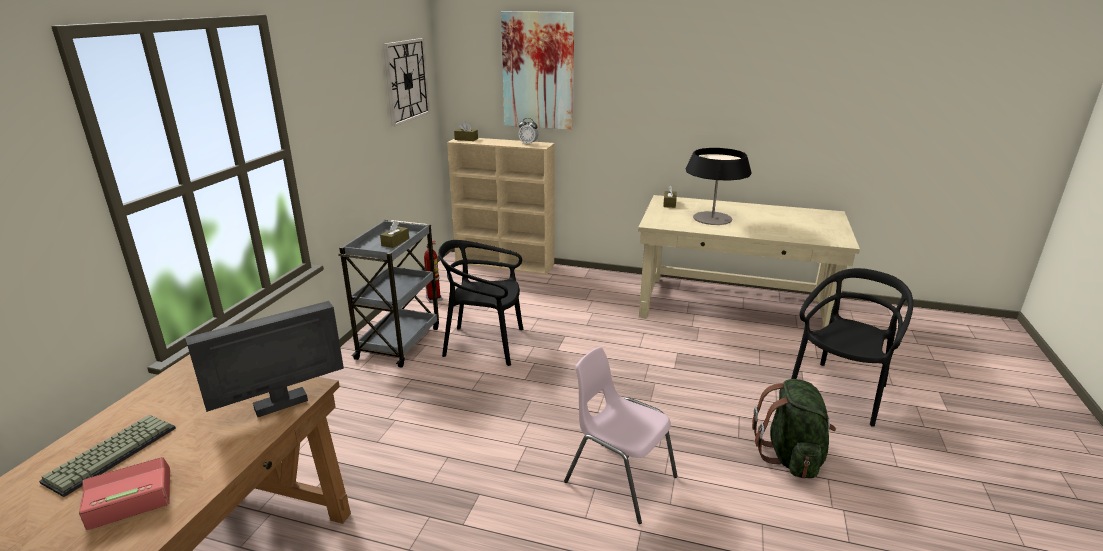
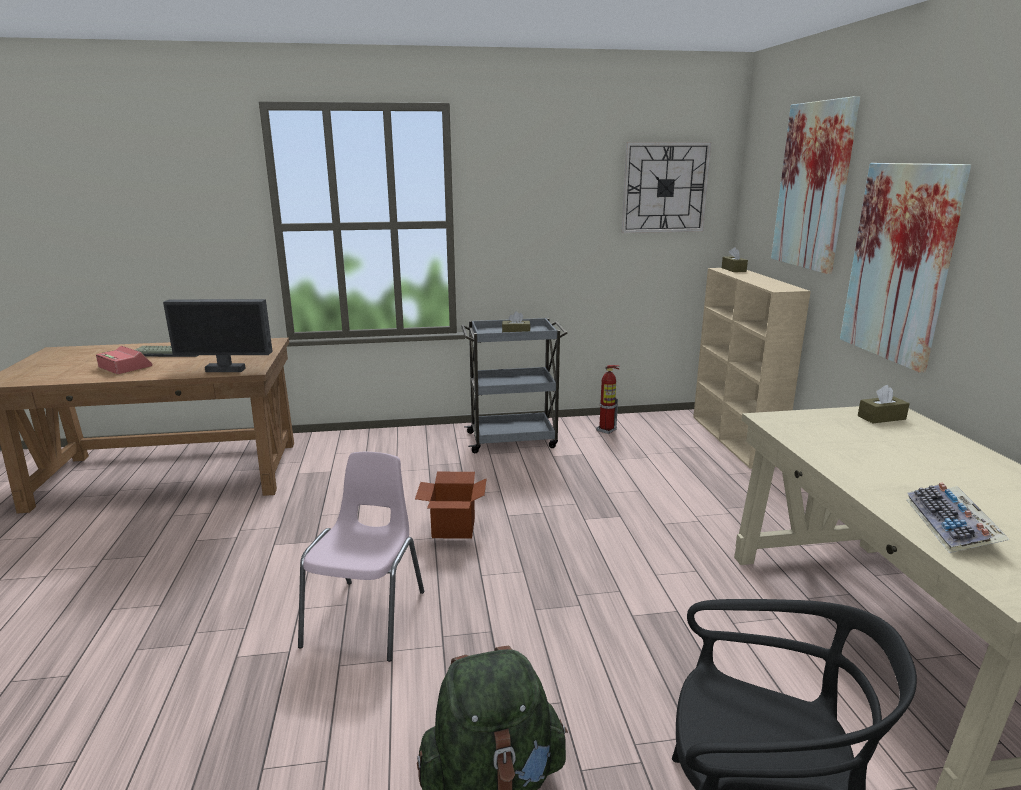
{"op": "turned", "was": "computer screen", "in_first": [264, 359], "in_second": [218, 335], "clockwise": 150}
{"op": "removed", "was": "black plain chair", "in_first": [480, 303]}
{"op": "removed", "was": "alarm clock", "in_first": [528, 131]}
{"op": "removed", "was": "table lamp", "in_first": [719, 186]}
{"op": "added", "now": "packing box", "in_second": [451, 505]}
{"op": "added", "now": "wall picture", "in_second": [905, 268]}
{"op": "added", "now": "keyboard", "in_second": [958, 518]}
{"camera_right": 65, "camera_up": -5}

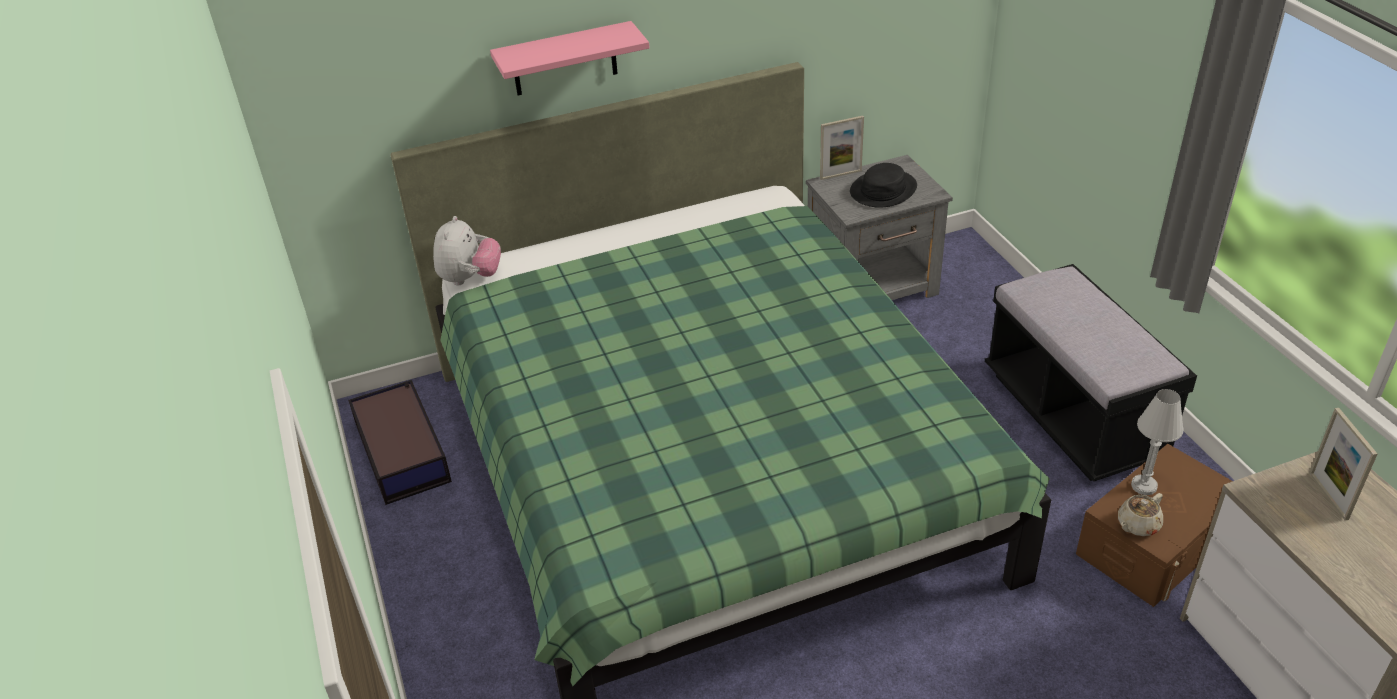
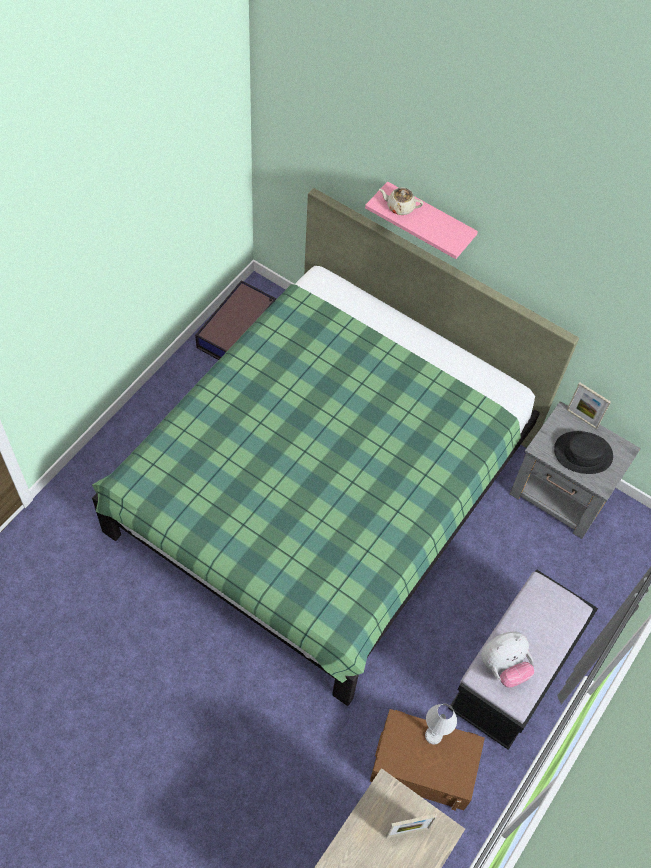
{"op": "moved", "was": "plush toy", "in_first": [467, 251], "in_second": [507, 660]}
{"op": "moved", "was": "beige-coloured pot for tea", "in_first": [1140, 514], "in_second": [401, 201]}
{"op": "turned", "was": "photo frame", "in_first": [1343, 464], "in_second": [411, 826], "clockwise": -150}
{"camera_right": 50, "camera_up": 20}

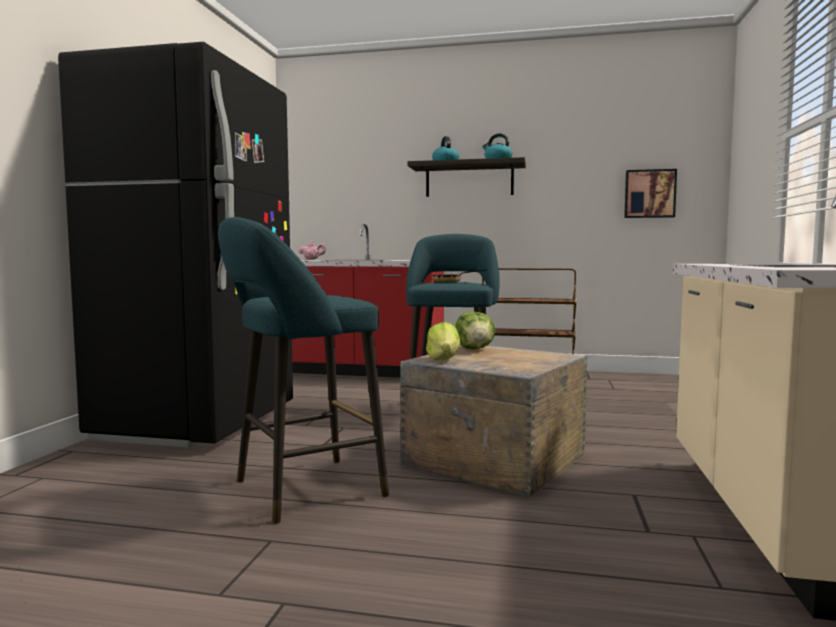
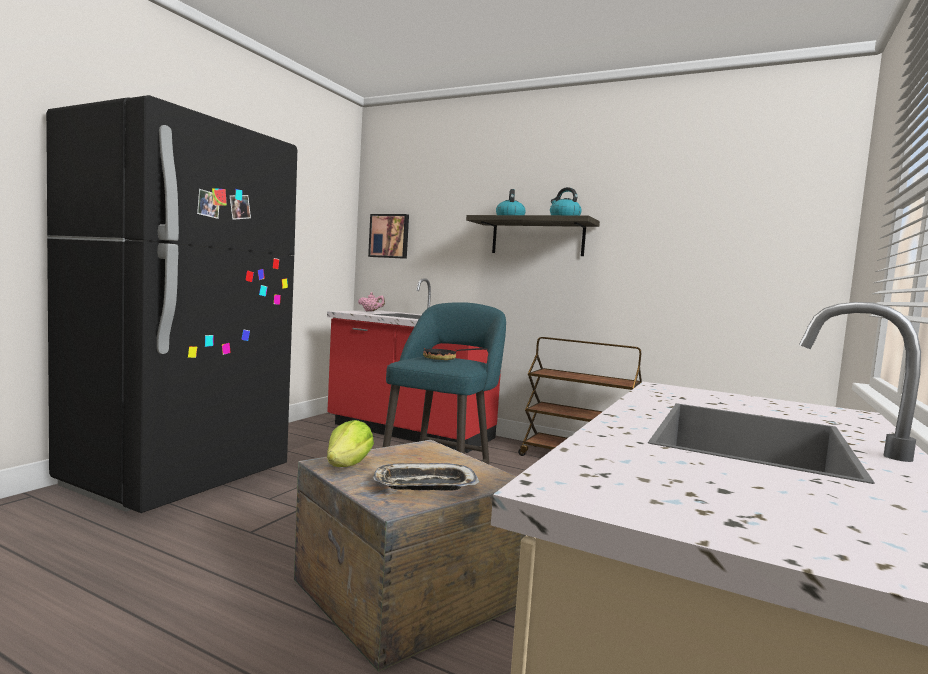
{"op": "removed", "was": "blue-green sitting stool", "in_first": [303, 370]}
{"op": "removed", "was": "lettuce", "in_first": [475, 331]}
{"op": "moved", "was": "wall picture", "in_first": [650, 193], "in_second": [388, 236]}
{"op": "added", "now": "tray", "in_second": [425, 476]}
{"camera_right": 15, "camera_up": 0}

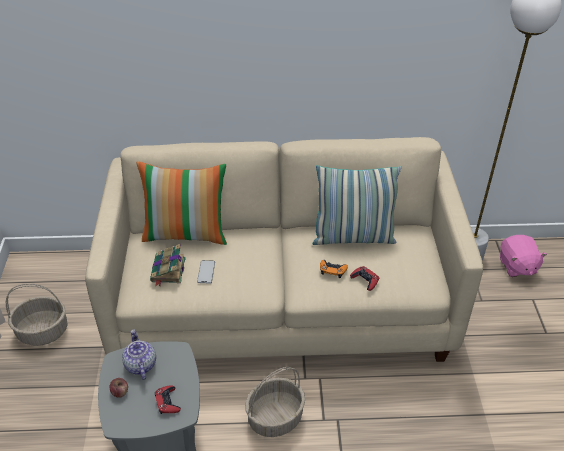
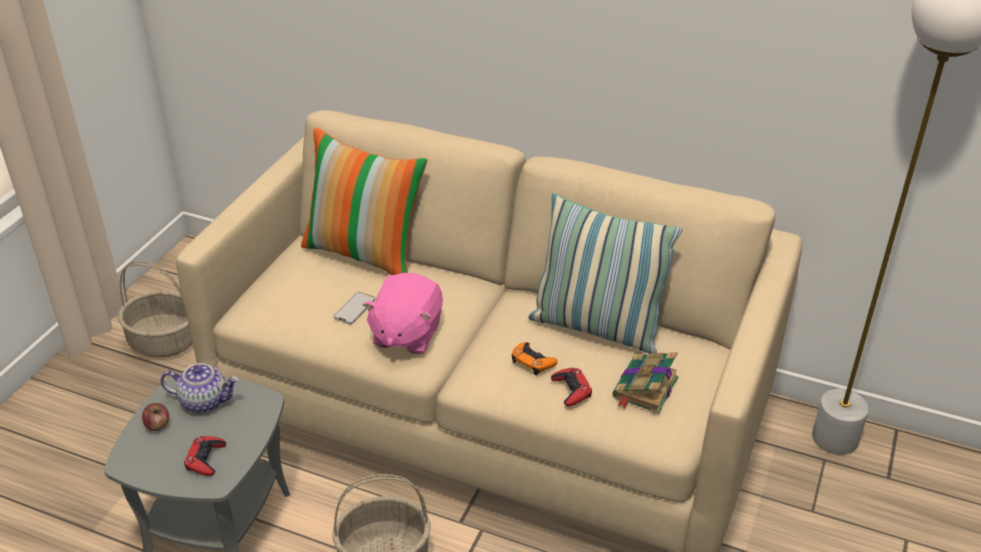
{"op": "turned", "was": "pot for tea", "in_first": [139, 355], "in_second": [200, 388], "clockwise": 90}
{"op": "moved", "was": "bound book", "in_first": [168, 265], "in_second": [645, 383]}
{"op": "moved", "was": "pink plush toy", "in_first": [523, 256], "in_second": [402, 313]}
{"camera_right": 25, "camera_up": -5}

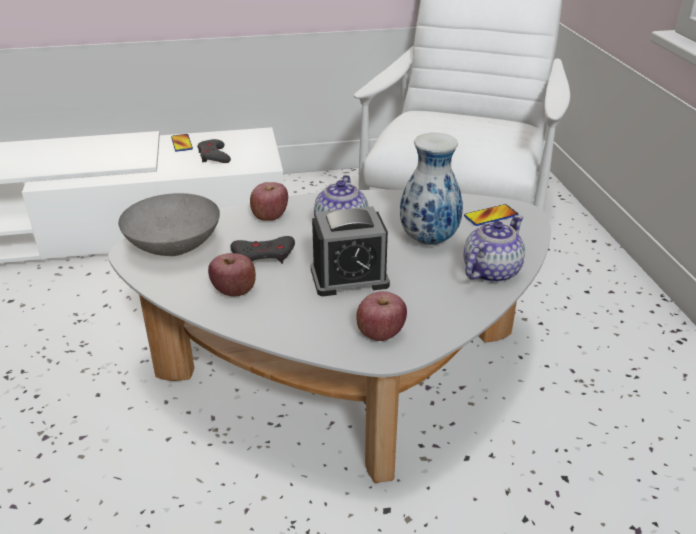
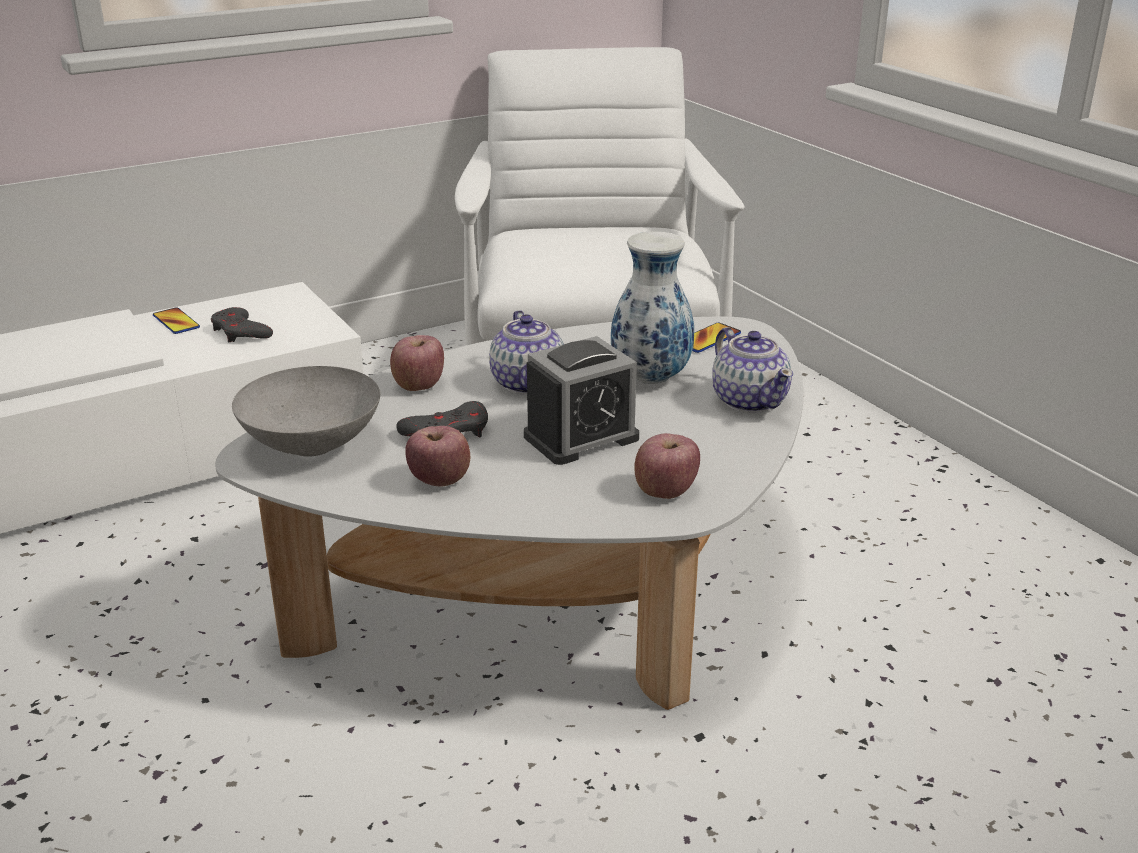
{"op": "turned", "was": "pot for tea", "in_first": [494, 249], "in_second": [752, 370], "clockwise": 135}
{"camera_right": -20, "camera_up": -5}

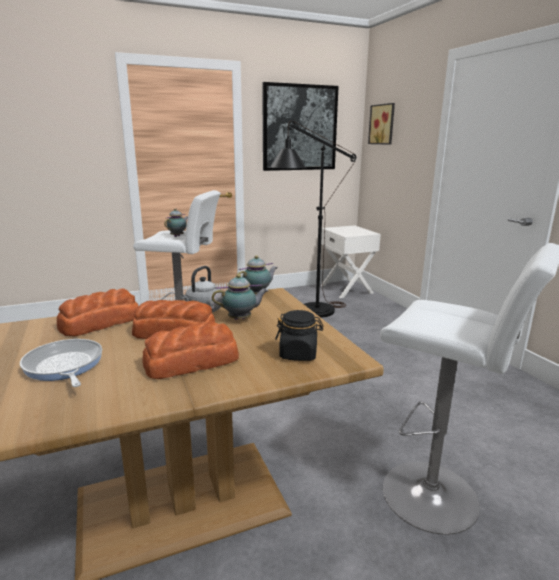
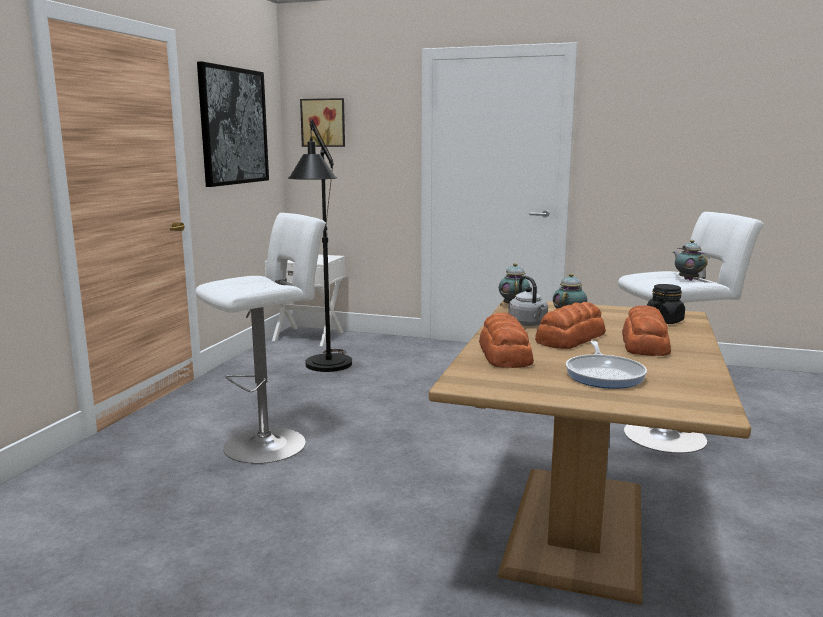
{"op": "turned", "was": "frying pan", "in_first": [61, 363], "in_second": [606, 365], "clockwise": -90}
{"op": "moved", "was": "pot for tea", "in_first": [176, 222], "in_second": [690, 260]}
{"camera_right": -50, "camera_up": -5}

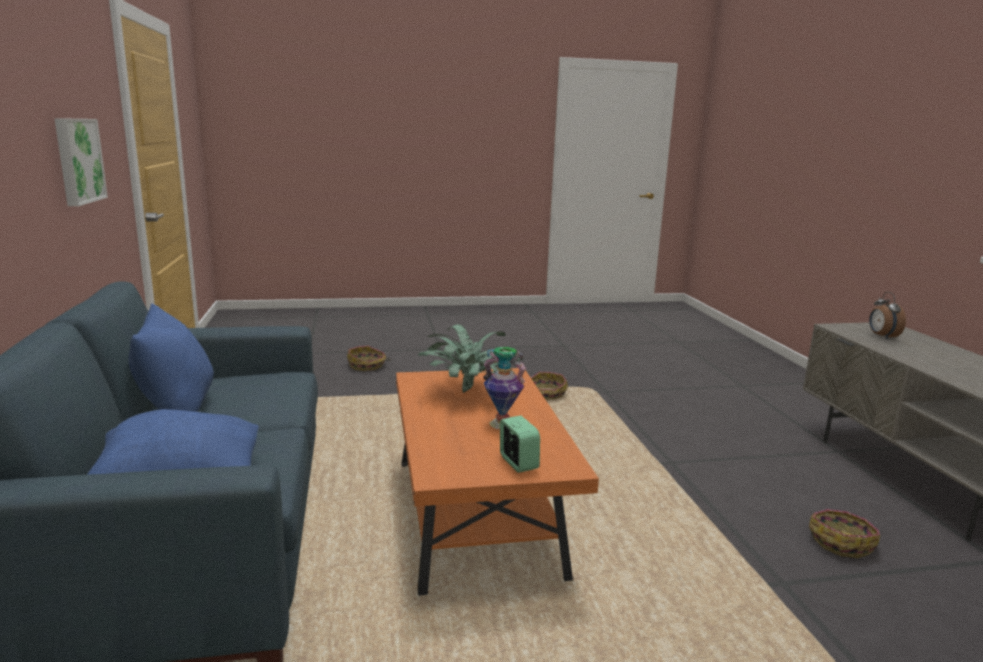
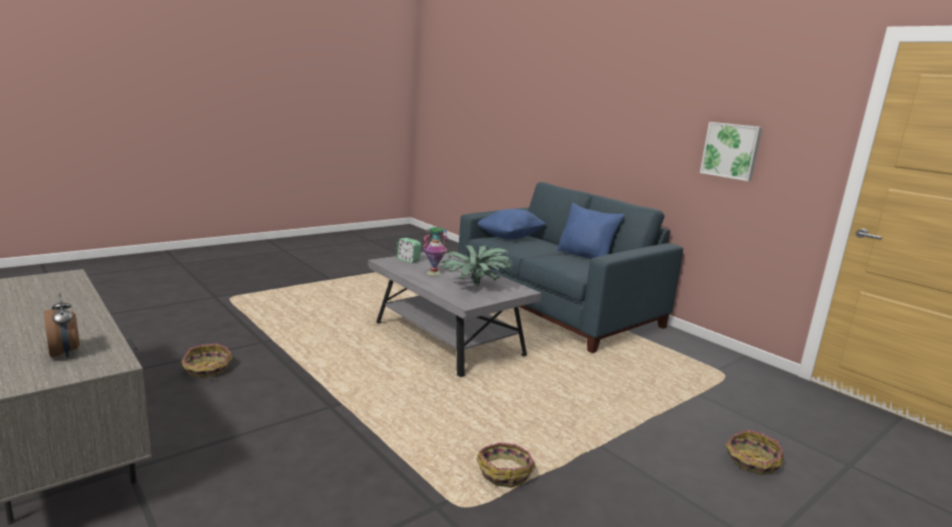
{"op": "recoloured", "was": "orange-coloured low table", "now": "grey low table", "in_first": [497, 482], "in_second": [454, 314]}
{"camera_right": 150, "camera_up": 0}

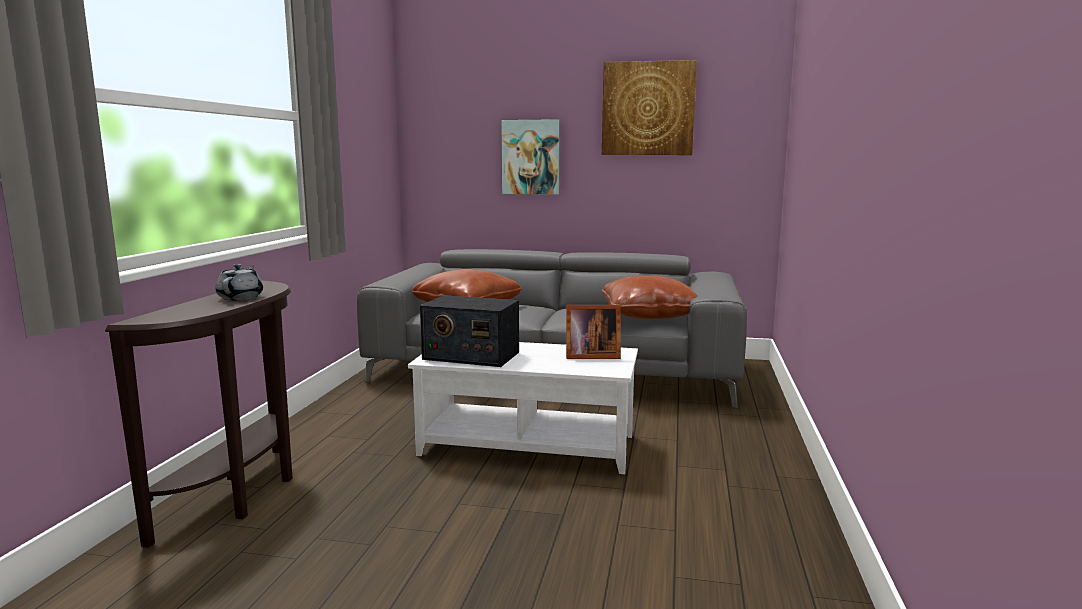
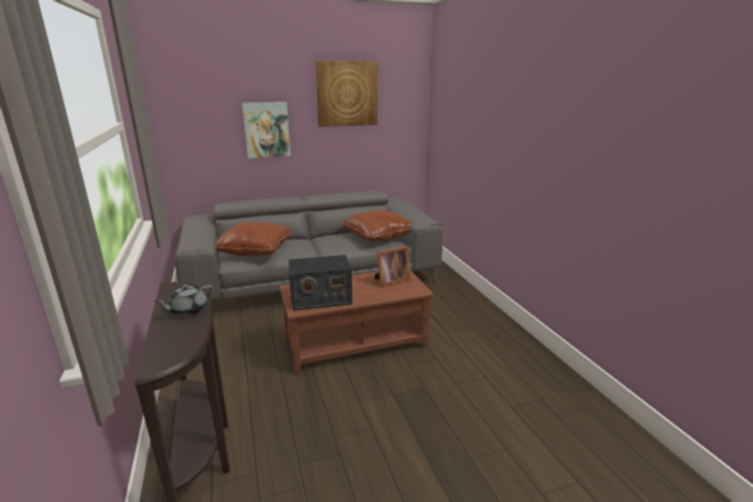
{"op": "turned", "was": "grey pot for tea", "in_first": [239, 282], "in_second": [183, 300], "clockwise": -105}
{"op": "recoloured", "was": "whitish low table", "now": "brown-coloured low table", "in_first": [523, 408], "in_second": [356, 322]}
{"camera_right": -30, "camera_up": 10}

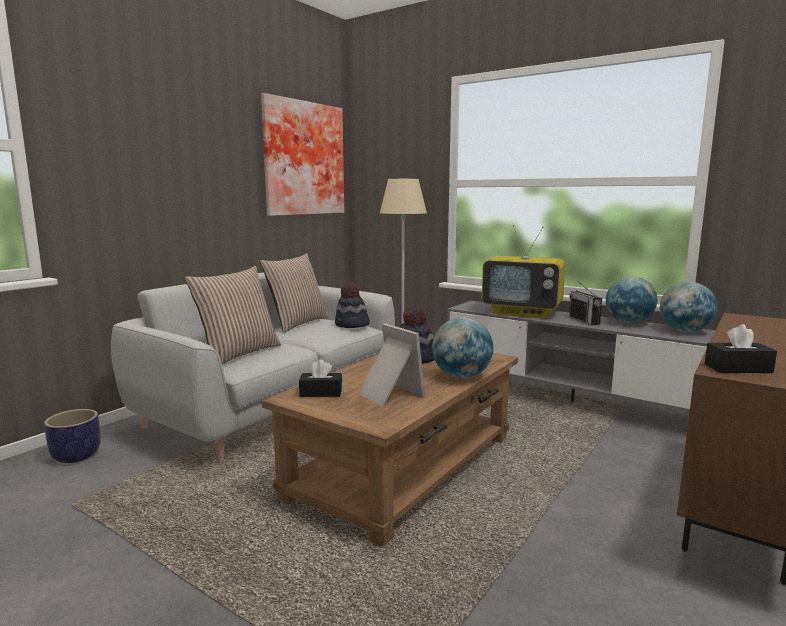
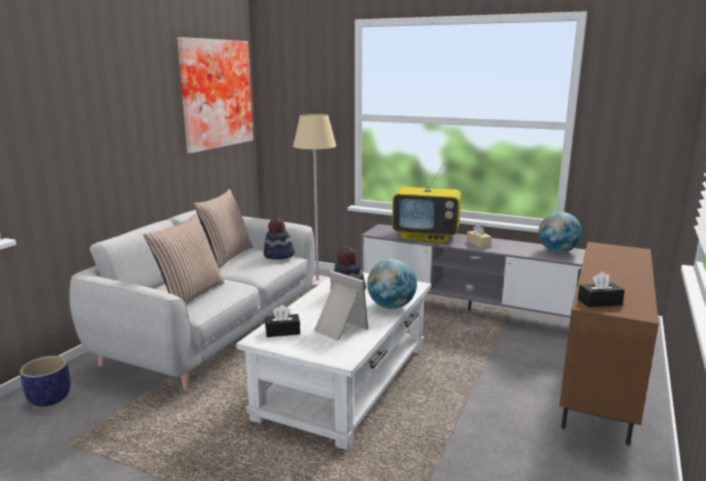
{"op": "recoloured", "was": "brown-coloured low table", "now": "whitish low table", "in_first": [390, 450], "in_second": [333, 361]}
{"op": "replaced", "was": "radio receiver", "now": "beige-coloured tissue box", "in_first": [585, 303], "in_second": [479, 236]}
{"op": "removed", "was": "world globe", "in_first": [631, 300]}
{"camera_right": -10, "camera_up": 5}

